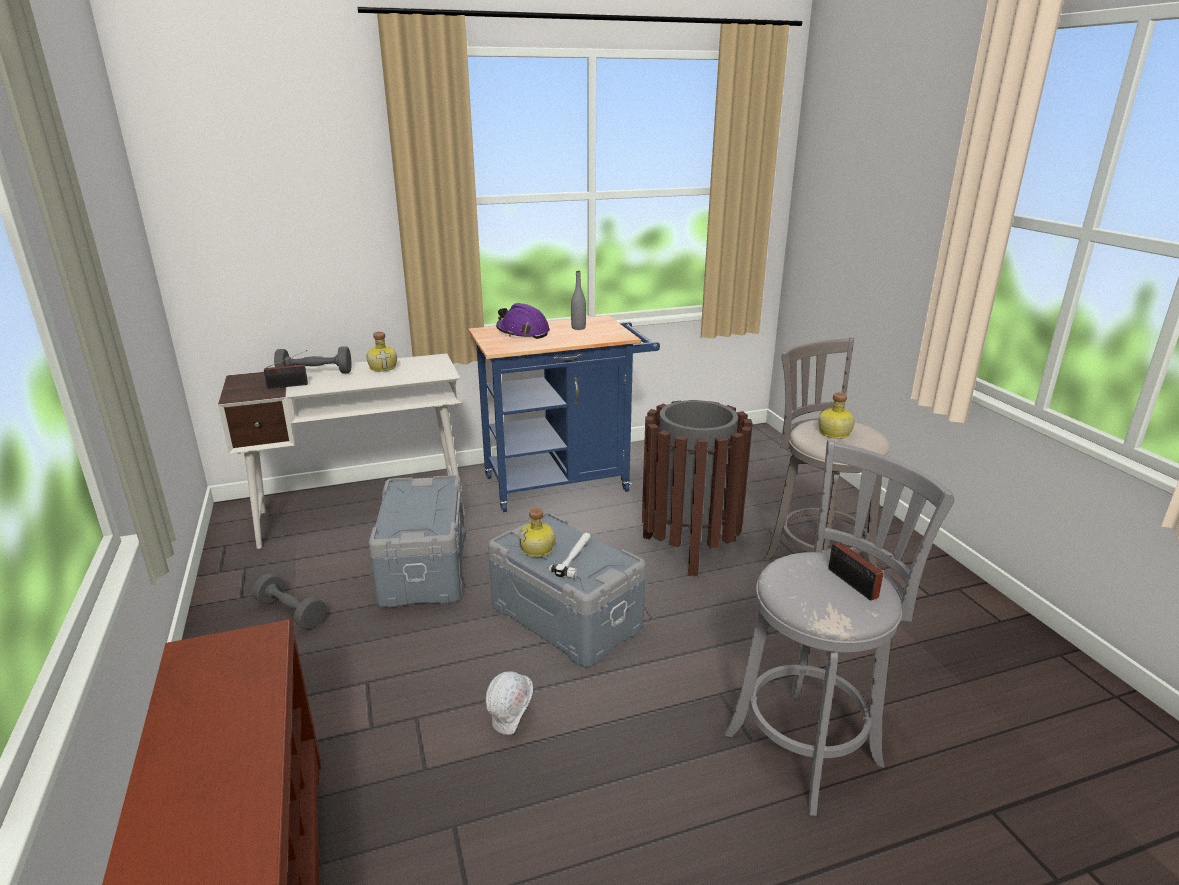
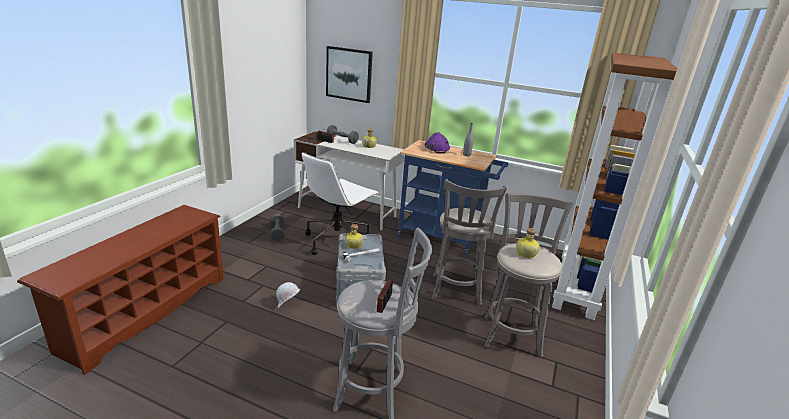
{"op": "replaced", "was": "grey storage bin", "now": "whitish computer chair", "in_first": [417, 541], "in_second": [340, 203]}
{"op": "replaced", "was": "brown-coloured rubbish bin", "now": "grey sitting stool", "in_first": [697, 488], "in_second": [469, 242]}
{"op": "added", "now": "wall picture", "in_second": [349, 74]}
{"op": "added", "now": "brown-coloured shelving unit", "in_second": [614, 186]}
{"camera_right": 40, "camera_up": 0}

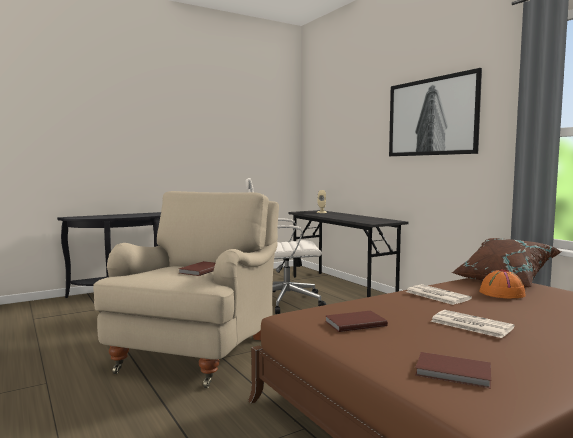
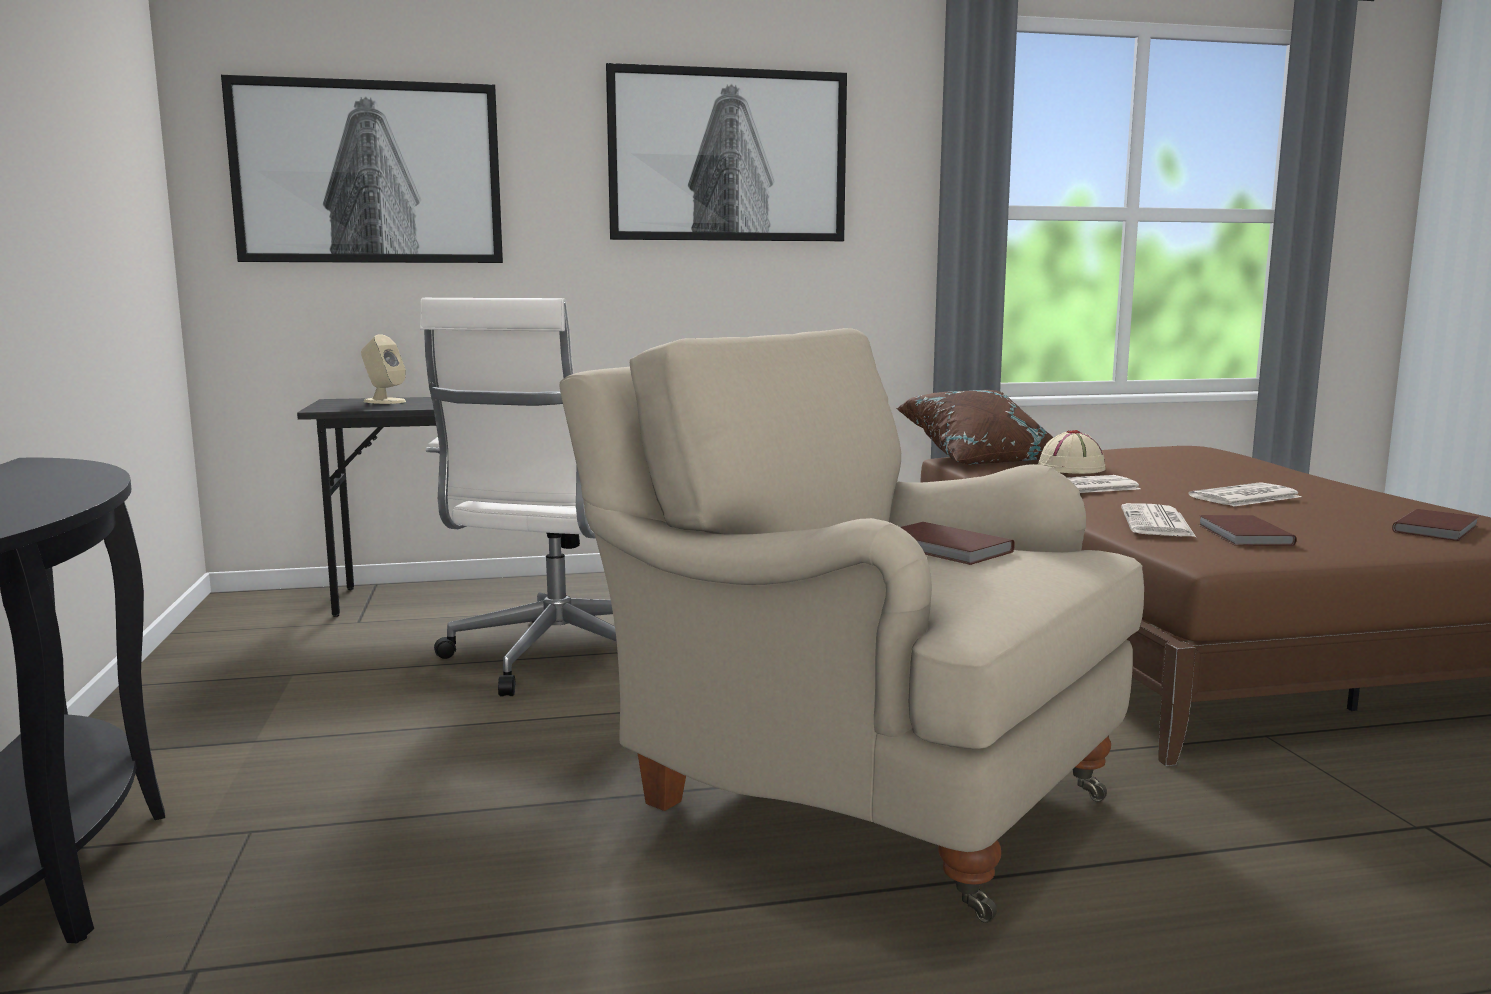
{"op": "recoloured", "was": "orange-coloured wearable hat", "now": "beige-coloured wearable hat", "in_first": [502, 284], "in_second": [1072, 452]}
{"op": "added", "now": "wall picture", "in_second": [362, 169]}
{"op": "added", "now": "newspaper", "in_second": [1158, 520]}
{"camera_right": -70, "camera_up": 5}

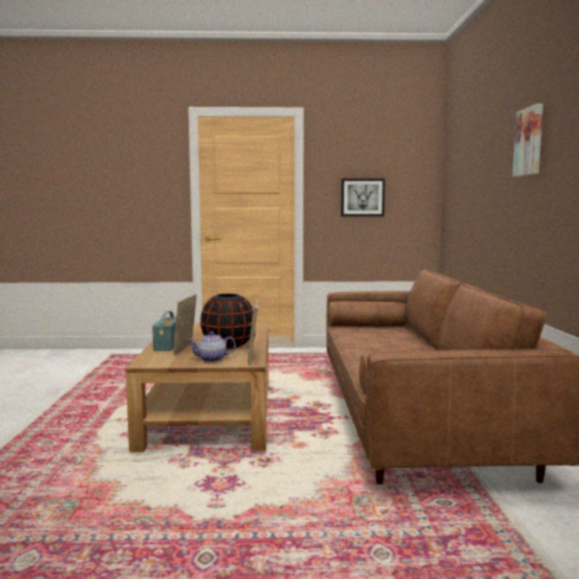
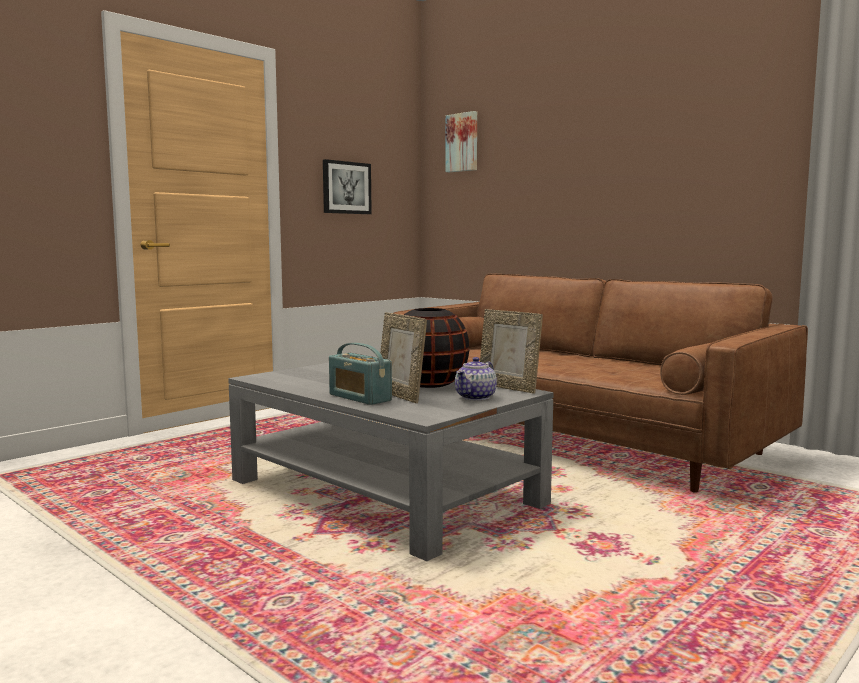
{"op": "recoloured", "was": "brown-coloured low table", "now": "grey low table", "in_first": [197, 387], "in_second": [391, 462]}
{"op": "moved", "was": "wall picture", "in_first": [528, 140], "in_second": [461, 141]}
{"camera_right": -45, "camera_up": 0}

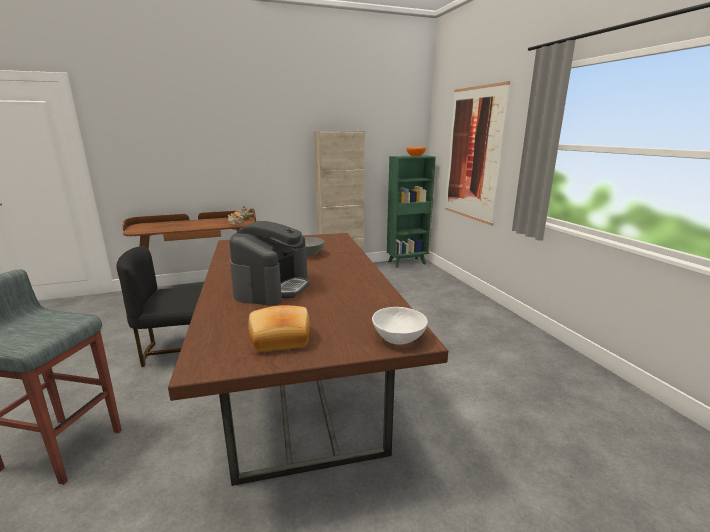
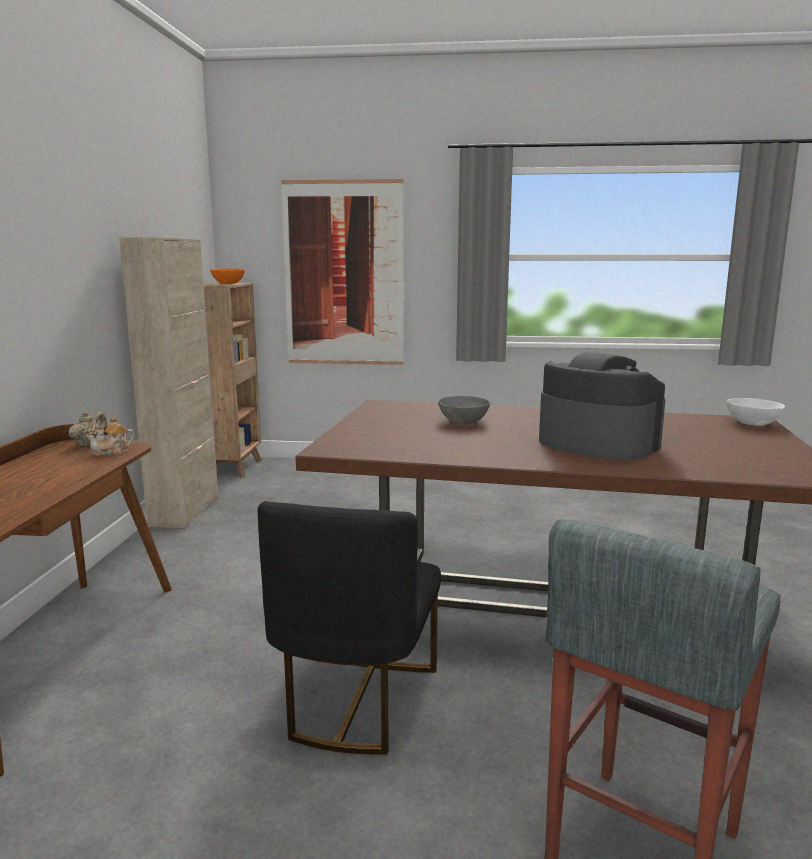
{"op": "removed", "was": "bakery bread", "in_first": [279, 329]}
{"op": "recoloured", "was": "greenish shelving unit", "now": "brown-coloured shelving unit", "in_first": [411, 211], "in_second": [233, 380]}
{"camera_right": -65, "camera_up": -5}

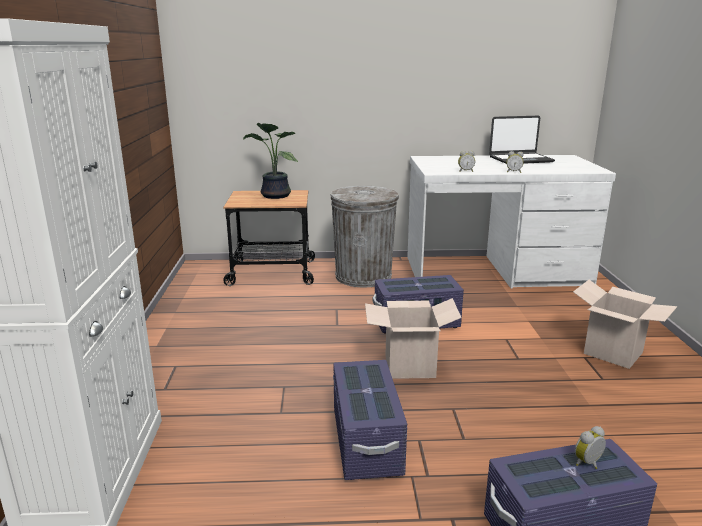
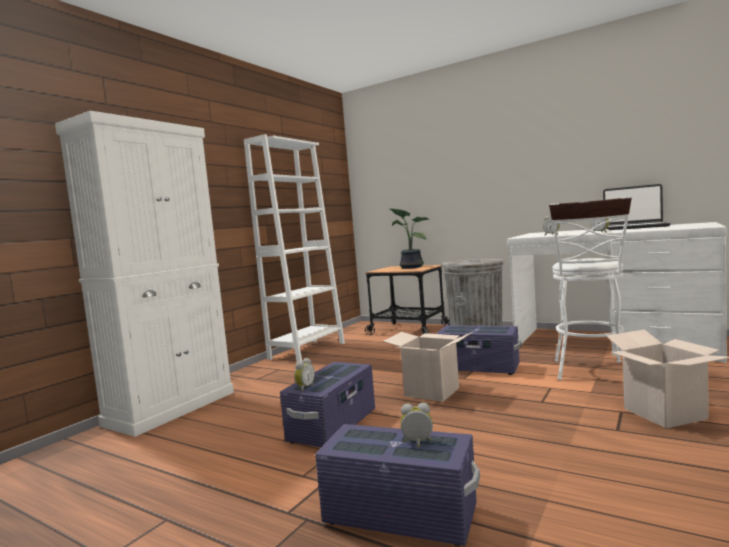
{"op": "added", "now": "whitish shelving unit", "in_second": [294, 248]}
{"op": "added", "now": "alarm clock", "in_second": [304, 374]}
{"op": "added", "now": "whitish sitting stool", "in_second": [590, 288]}
{"camera_right": 35, "camera_up": -15}

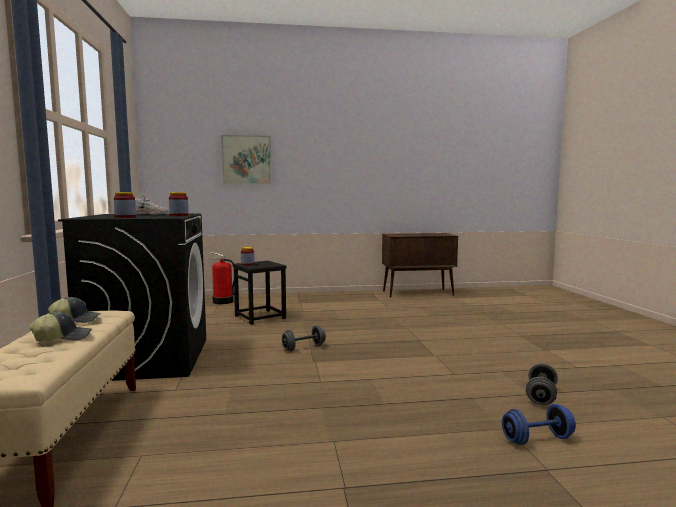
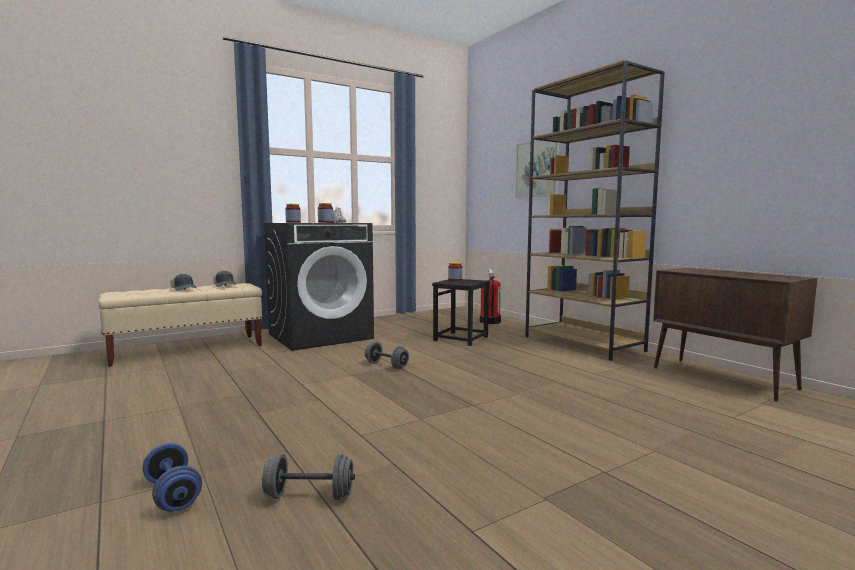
{"op": "added", "now": "brown-coloured shelving unit", "in_second": [595, 210]}
{"camera_right": 65, "camera_up": 0}

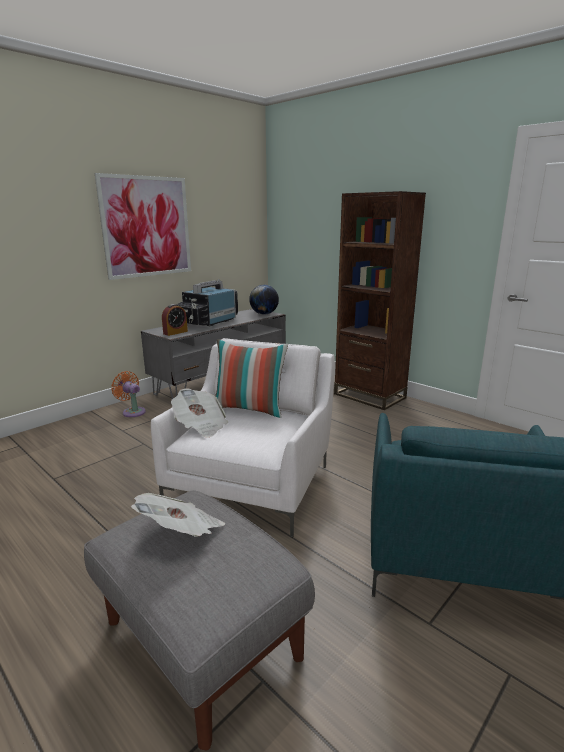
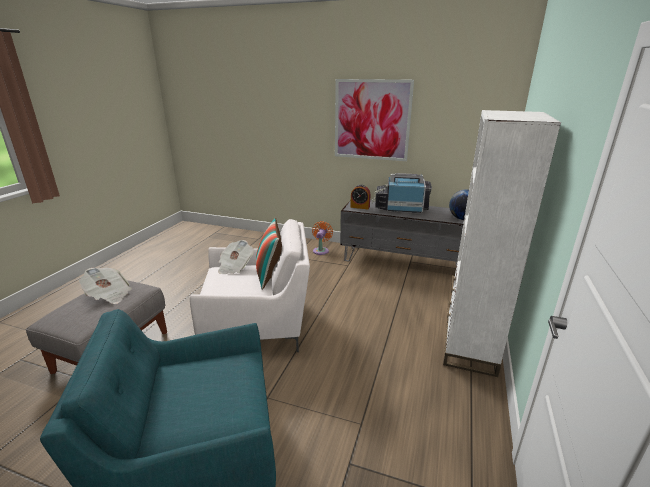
{"op": "recoloured", "was": "brown-coloured shelving unit", "now": "whitish shelving unit", "in_first": [380, 300], "in_second": [502, 243]}
{"camera_right": 65, "camera_up": 5}

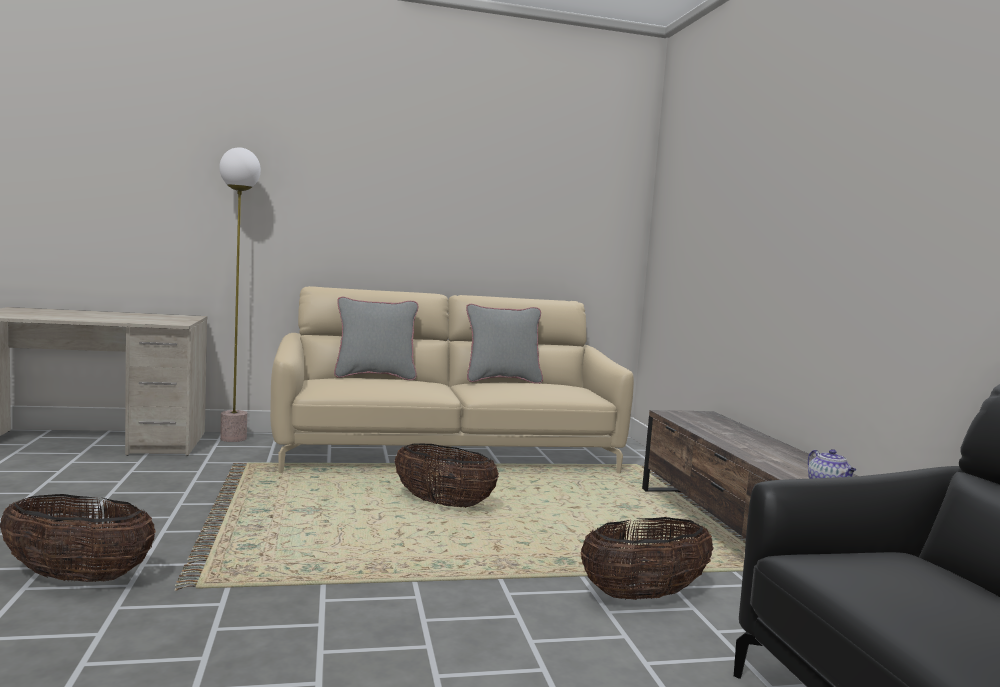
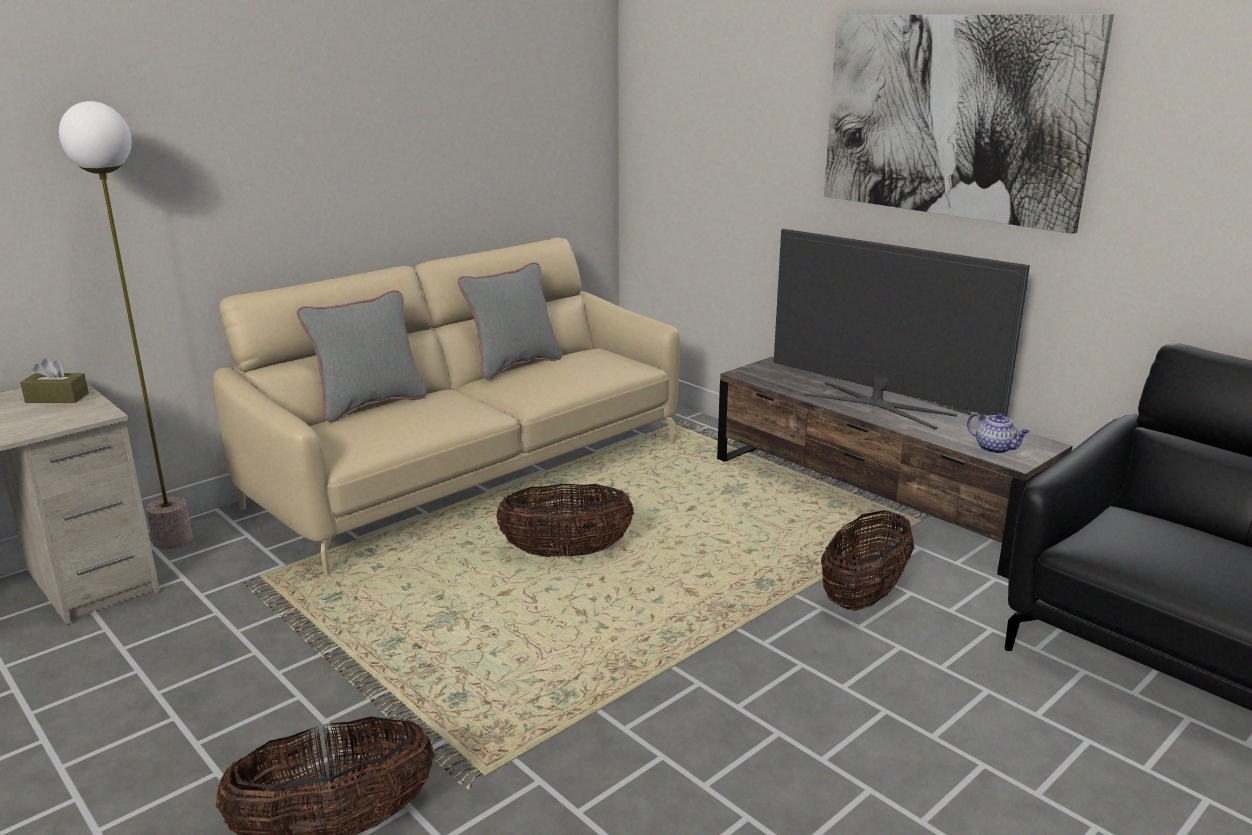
{"op": "added", "now": "brown-coloured tissue box", "in_second": [54, 380]}
{"op": "added", "now": "television", "in_second": [902, 329]}
{"op": "added", "now": "wall picture", "in_second": [969, 124]}
{"camera_right": -30, "camera_up": 15}

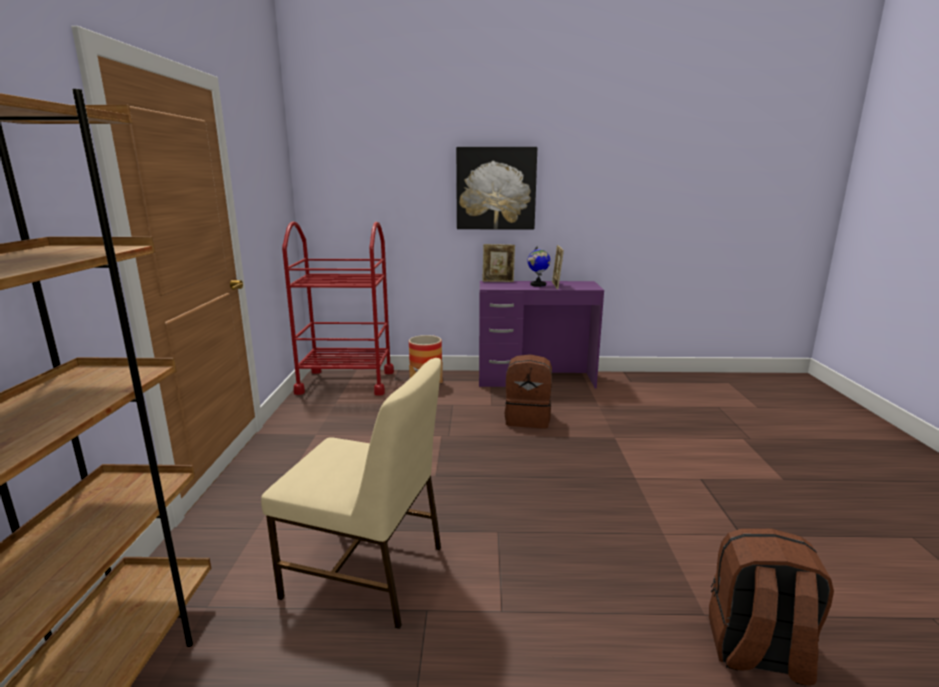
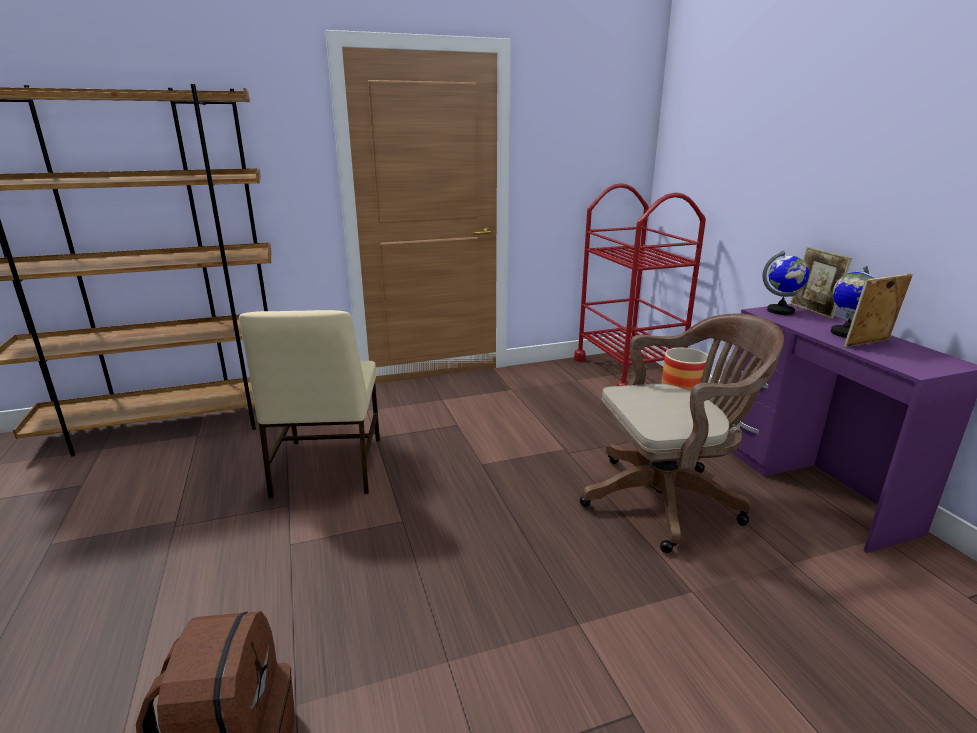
{"op": "removed", "was": "wall picture", "in_first": [496, 188]}
{"op": "replaced", "was": "brown-coloured rucksack", "now": "brown-coloured computer chair", "in_first": [528, 391], "in_second": [682, 433]}
{"op": "added", "now": "world globe", "in_second": [785, 283]}
{"camera_right": 70, "camera_up": 5}

